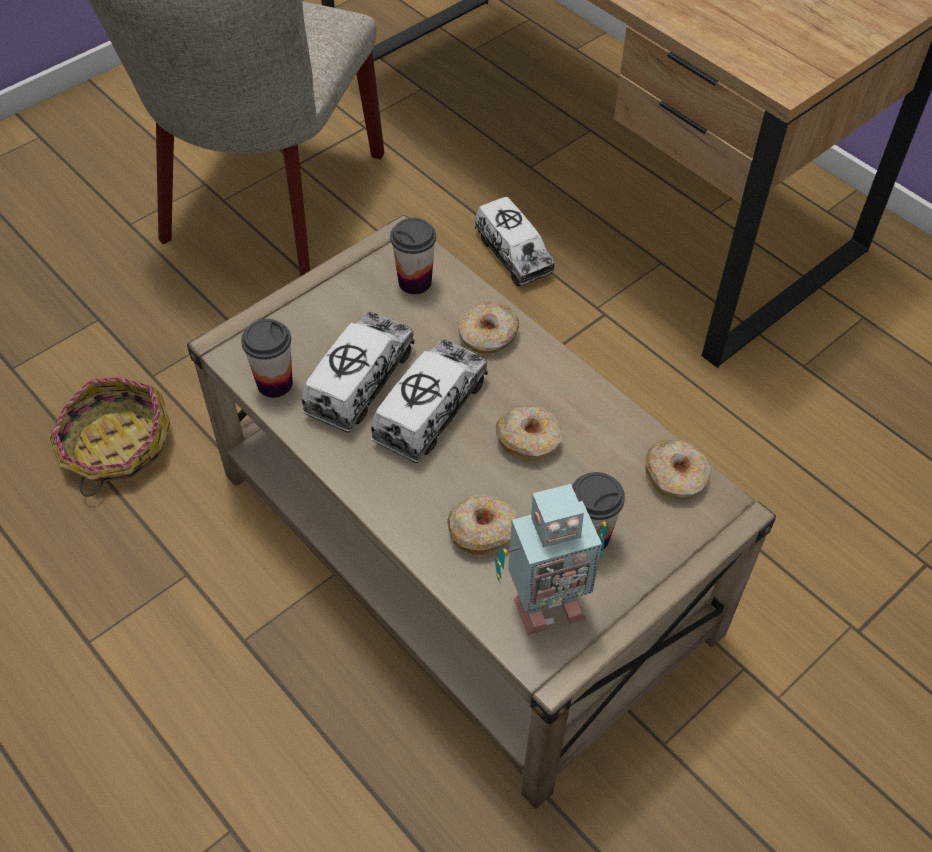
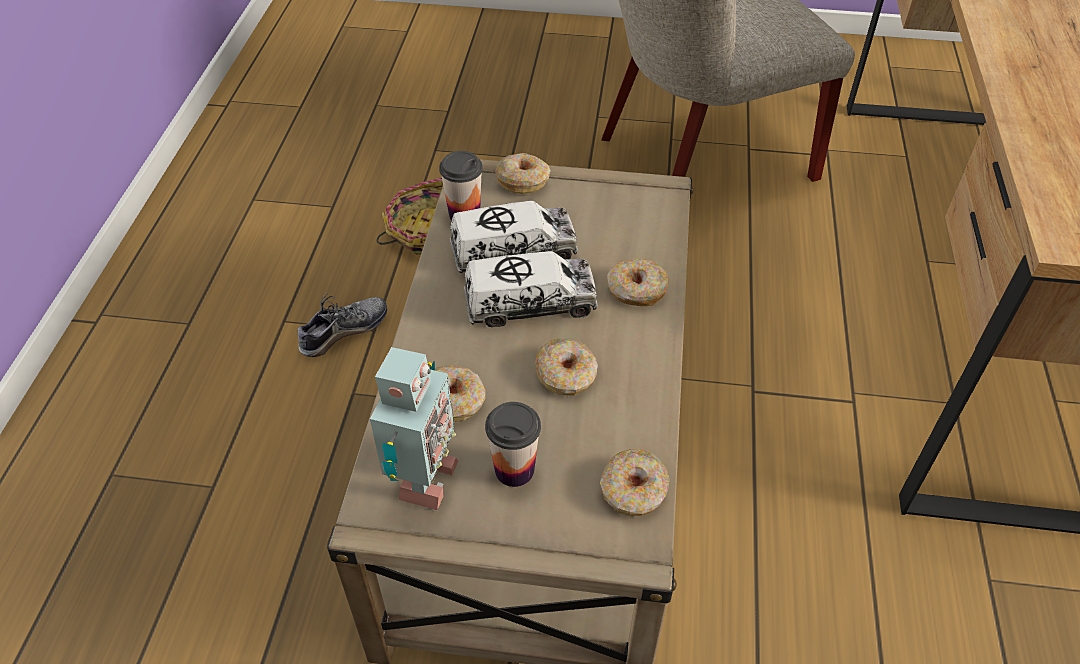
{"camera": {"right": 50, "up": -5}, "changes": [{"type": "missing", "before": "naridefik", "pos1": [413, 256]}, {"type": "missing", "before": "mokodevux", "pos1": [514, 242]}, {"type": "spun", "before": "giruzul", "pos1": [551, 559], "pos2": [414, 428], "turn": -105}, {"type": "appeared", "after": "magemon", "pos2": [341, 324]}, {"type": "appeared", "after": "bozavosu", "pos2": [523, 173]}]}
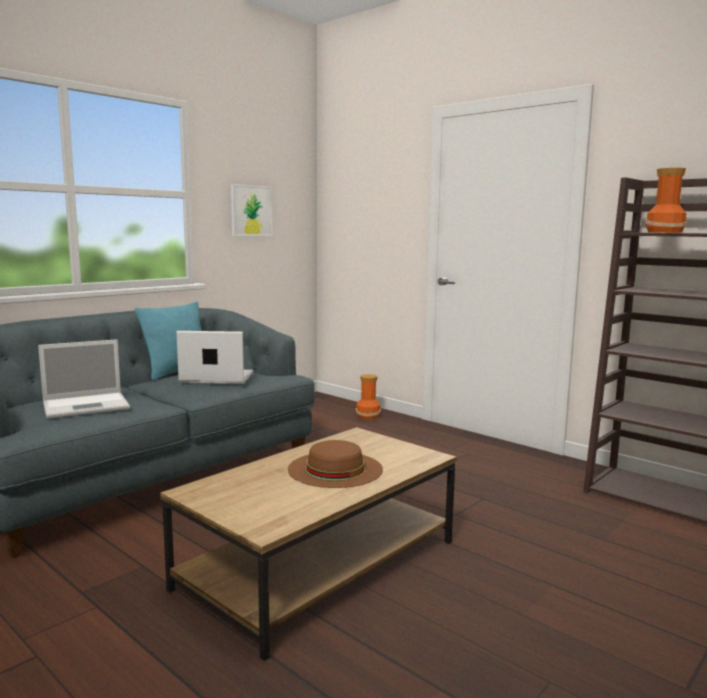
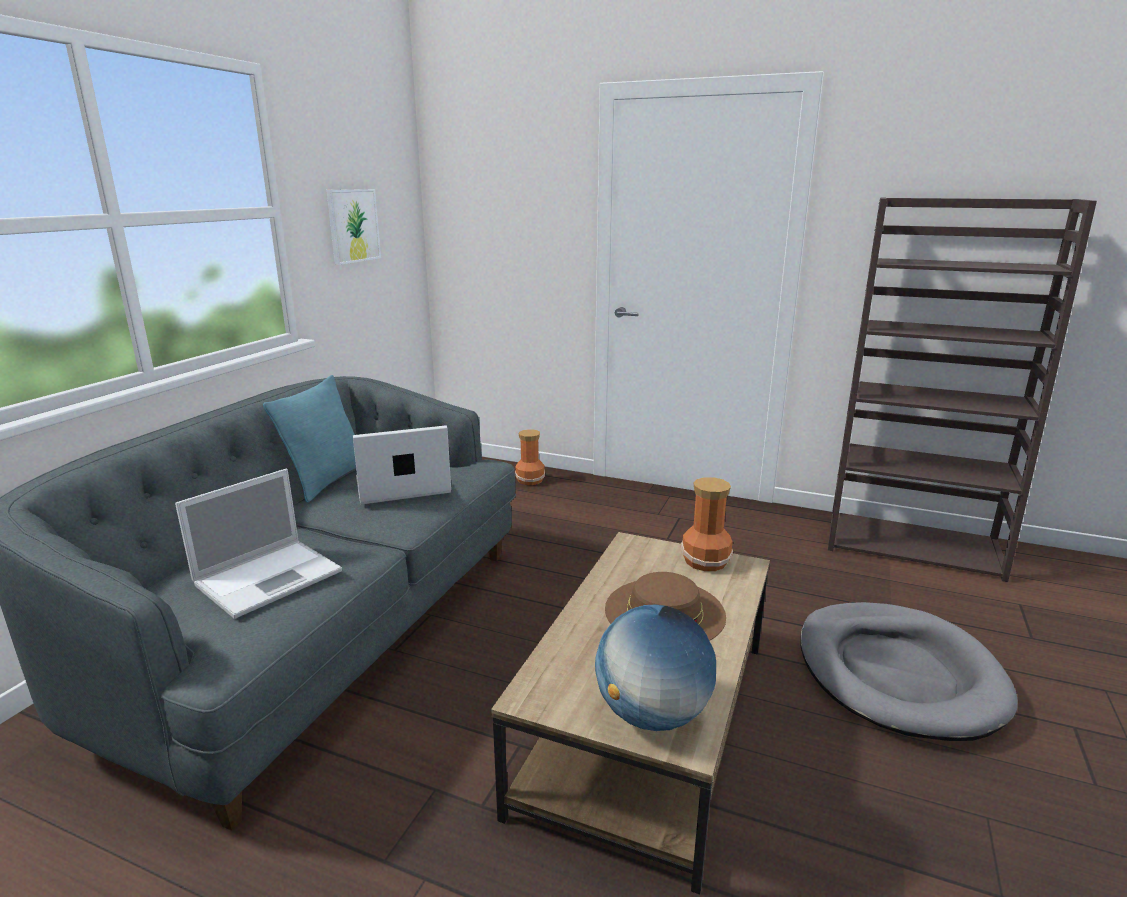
{"camera": {"right": -20, "up": 10}, "changes": [{"type": "relocated", "before": "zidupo", "pos1": [666, 200], "pos2": [707, 524]}, {"type": "appeared", "after": "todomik", "pos2": [655, 667]}, {"type": "appeared", "after": "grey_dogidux", "pos2": [909, 671]}]}
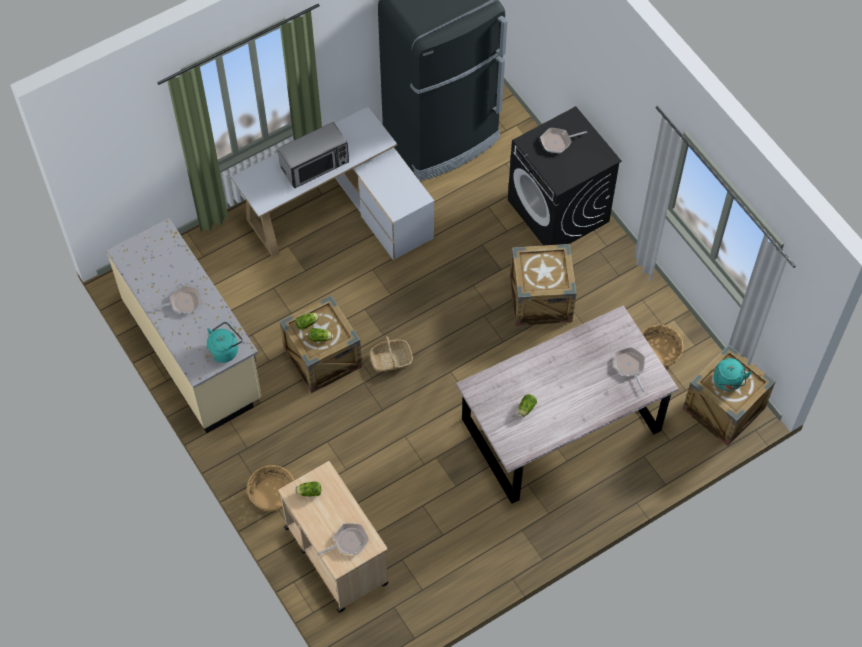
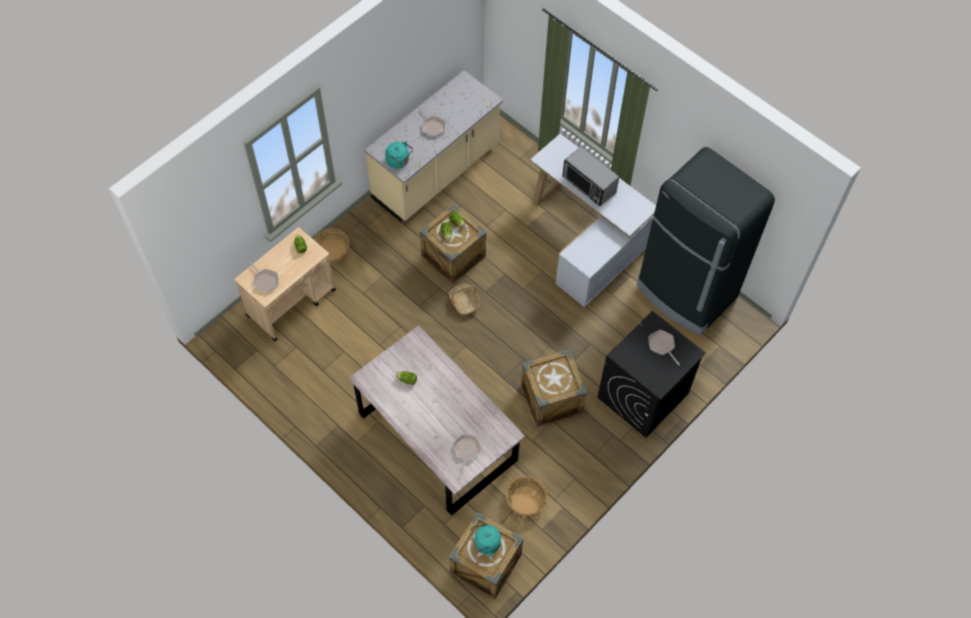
{"camera": {"right": 75, "up": 0}, "changes": [{"type": "spun", "before": "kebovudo", "pos1": [629, 369], "pos2": [467, 455], "turn": -45}]}
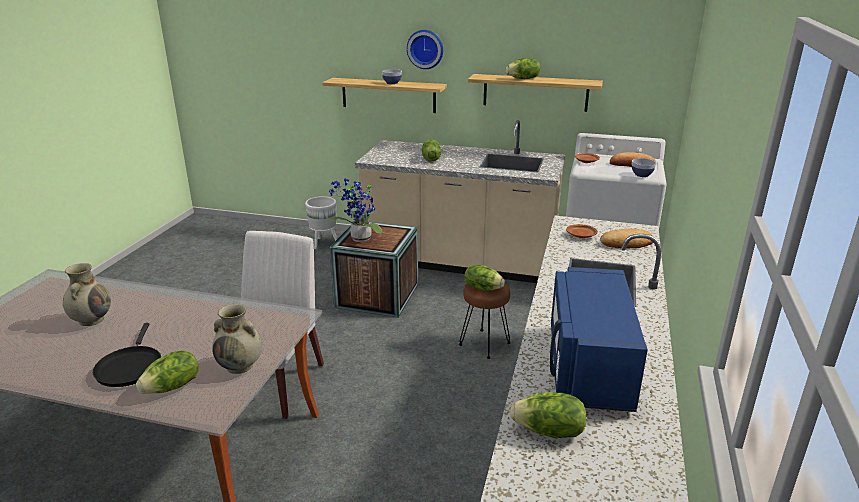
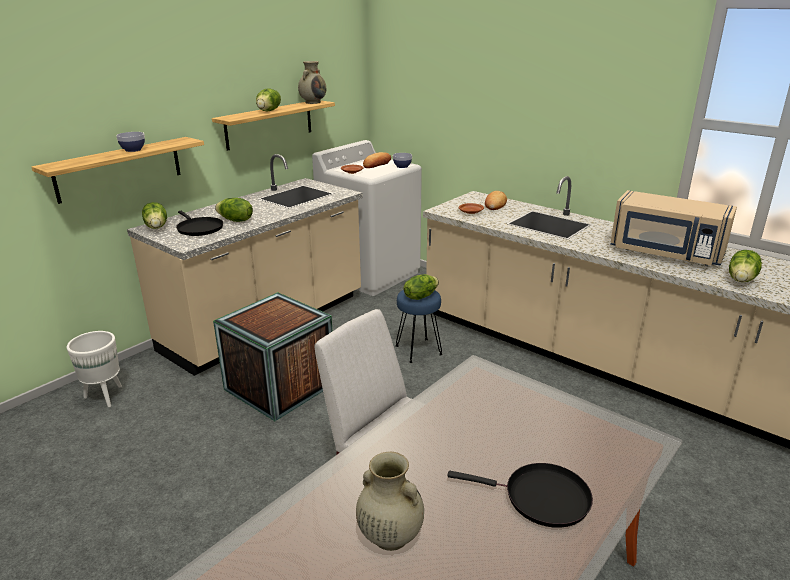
{"camera": {"right": -65, "up": 0}, "changes": [{"type": "relocated", "before": "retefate", "pos1": [167, 372], "pos2": [154, 215]}, {"type": "relocated", "before": "beige_zidupo", "pos1": [237, 339], "pos2": [312, 82]}, {"type": "missing", "before": "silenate", "pos1": [356, 210]}, {"type": "missing", "before": "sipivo", "pos1": [425, 49]}, {"type": "colour", "before": "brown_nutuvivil", "after": "blue_nutuvivil", "pos1": [485, 321], "pos2": [419, 326]}, {"type": "colour", "before": "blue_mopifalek", "after": "beige_mopifalek", "pos1": [599, 339], "pos2": [673, 228]}, {"type": "appeared", "after": "black_kebovudo", "pos2": [199, 223]}]}
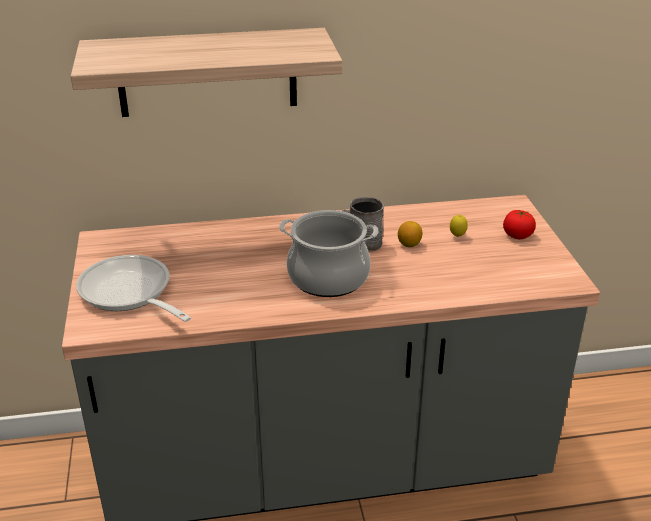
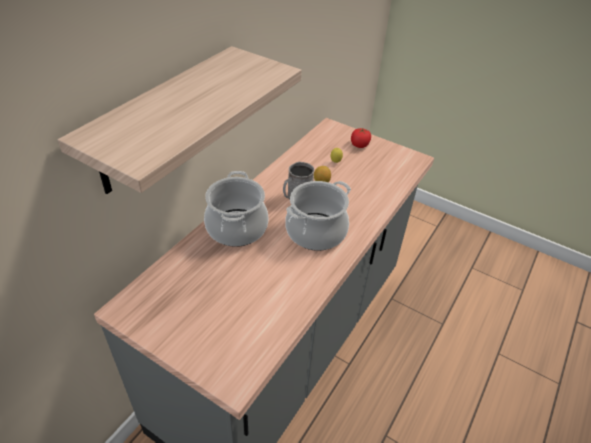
{"camera": {"right": -50, "up": 10}, "changes": [{"type": "missing", "before": "kebovudo", "pos1": [133, 288]}, {"type": "appeared", "after": "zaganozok", "pos2": [236, 209]}]}
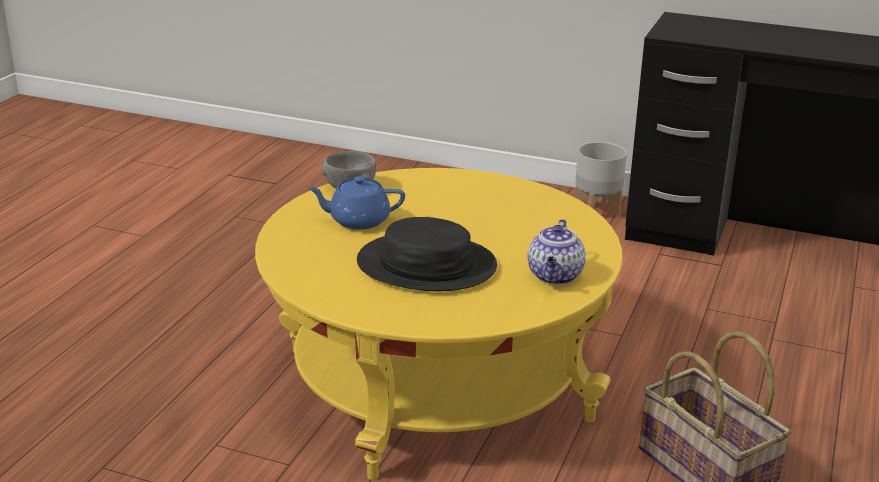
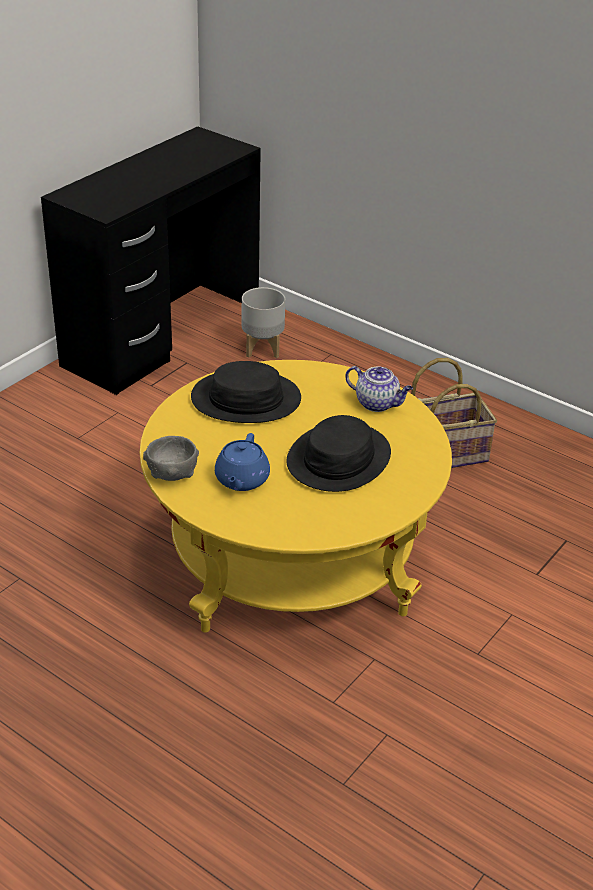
{"camera": {"right": -75, "up": 10}, "changes": [{"type": "relocated", "before": "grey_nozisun", "pos1": [601, 179], "pos2": [263, 322]}, {"type": "appeared", "after": "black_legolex", "pos2": [246, 392]}]}
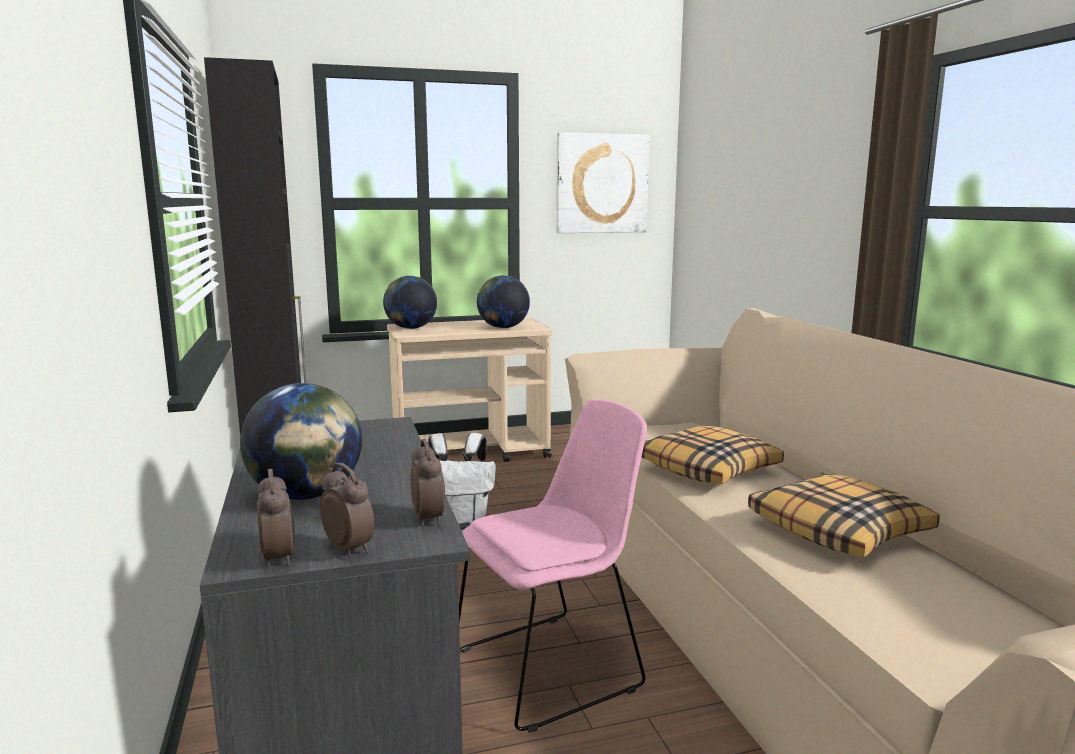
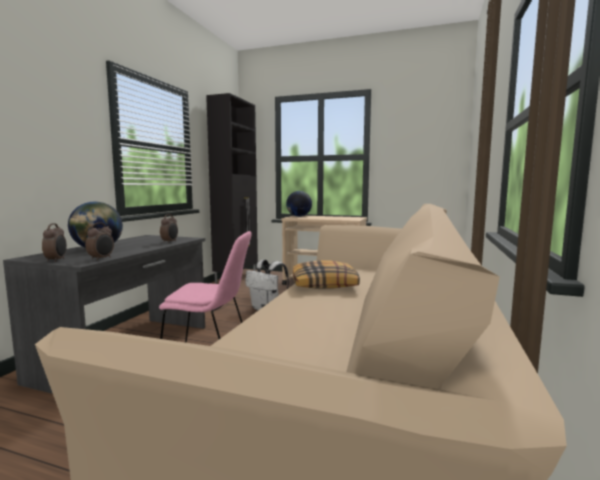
{"camera": {"right": 35, "up": -5}, "changes": [{"type": "relocated", "before": "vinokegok", "pos1": [276, 518], "pos2": [169, 228]}, {"type": "missing", "before": "todomik", "pos1": [503, 301]}, {"type": "missing", "before": "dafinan", "pos1": [603, 182]}, {"type": "missing", "before": "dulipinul", "pos1": [844, 515]}]}
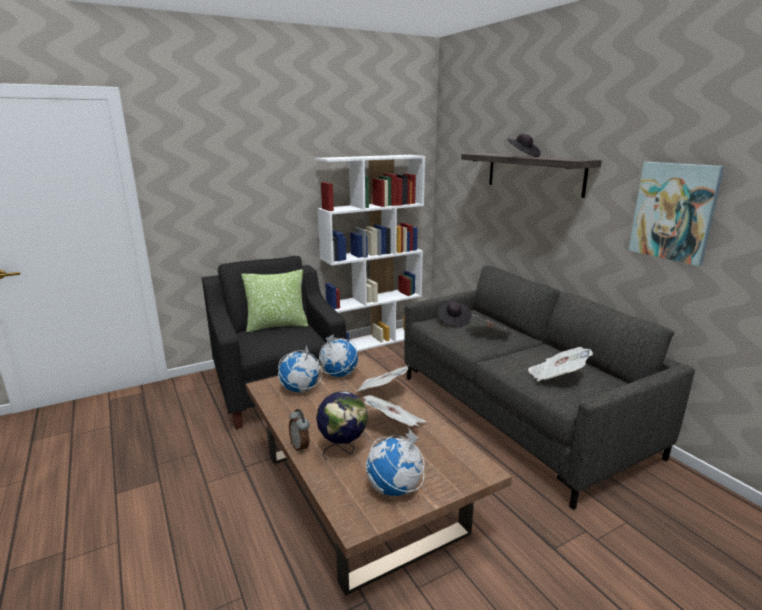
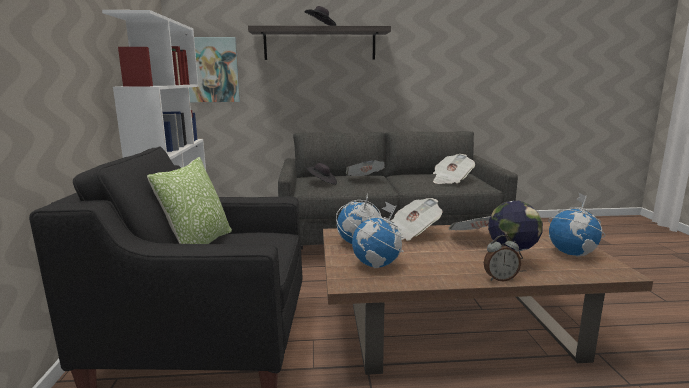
{"camera": {"right": -65, "up": -5}, "changes": [{"type": "relocated", "before": "dafinan", "pos1": [677, 214], "pos2": [214, 69]}]}
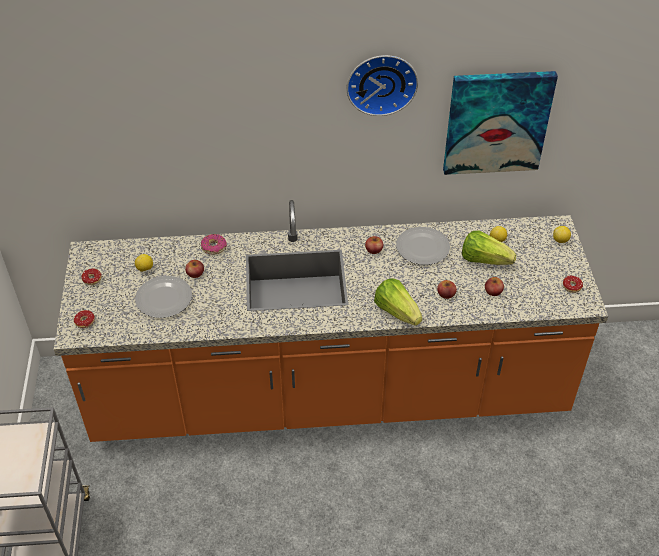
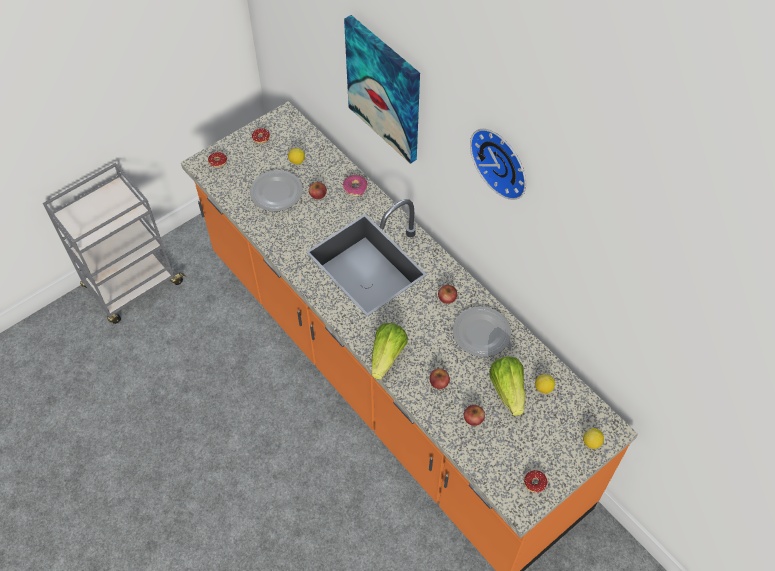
{"camera": {"right": 55, "up": 10}, "changes": [{"type": "relocated", "before": "dafinan", "pos1": [500, 123], "pos2": [382, 89]}]}
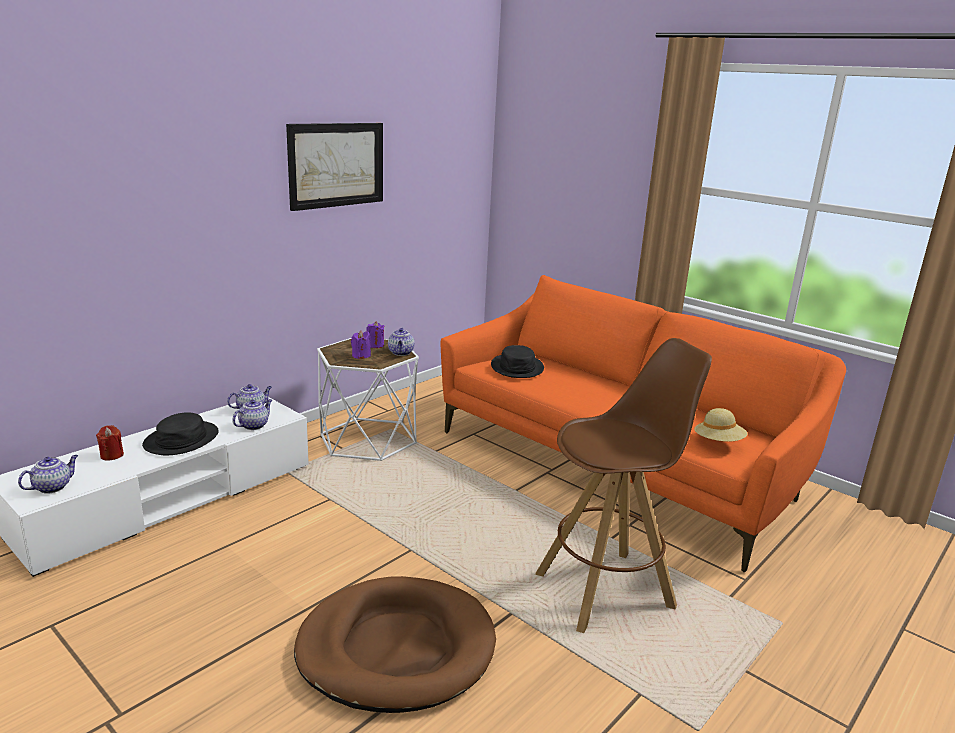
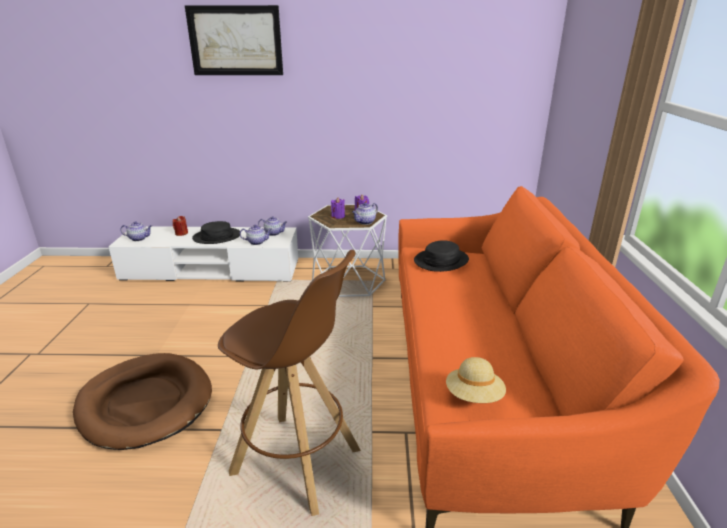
{"camera": {"right": 50, "up": 5}, "changes": [{"type": "relocated", "before": "dafinan", "pos1": [334, 167], "pos2": [234, 40]}]}
